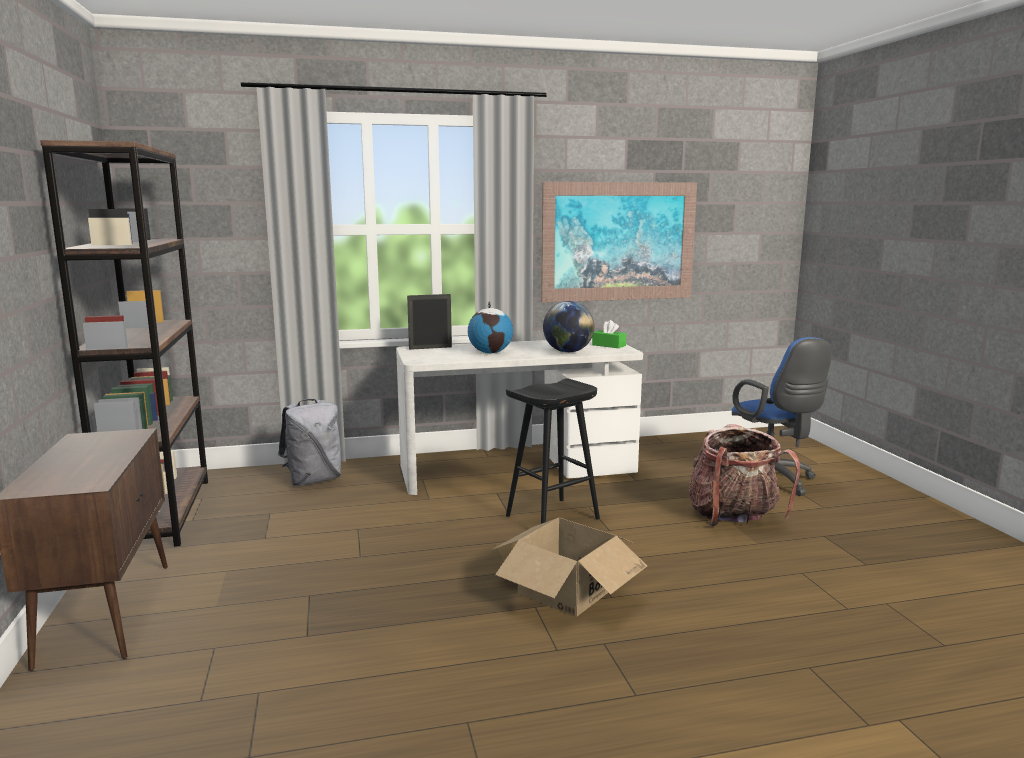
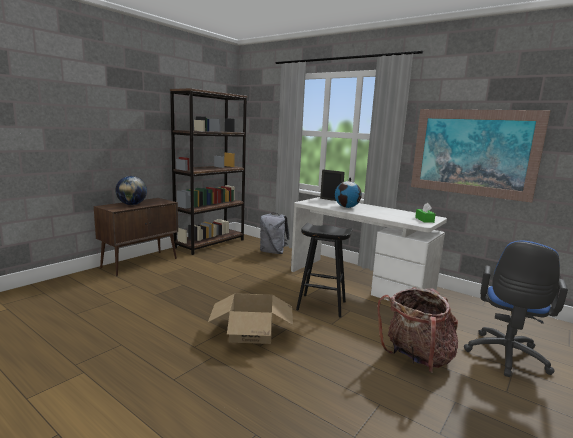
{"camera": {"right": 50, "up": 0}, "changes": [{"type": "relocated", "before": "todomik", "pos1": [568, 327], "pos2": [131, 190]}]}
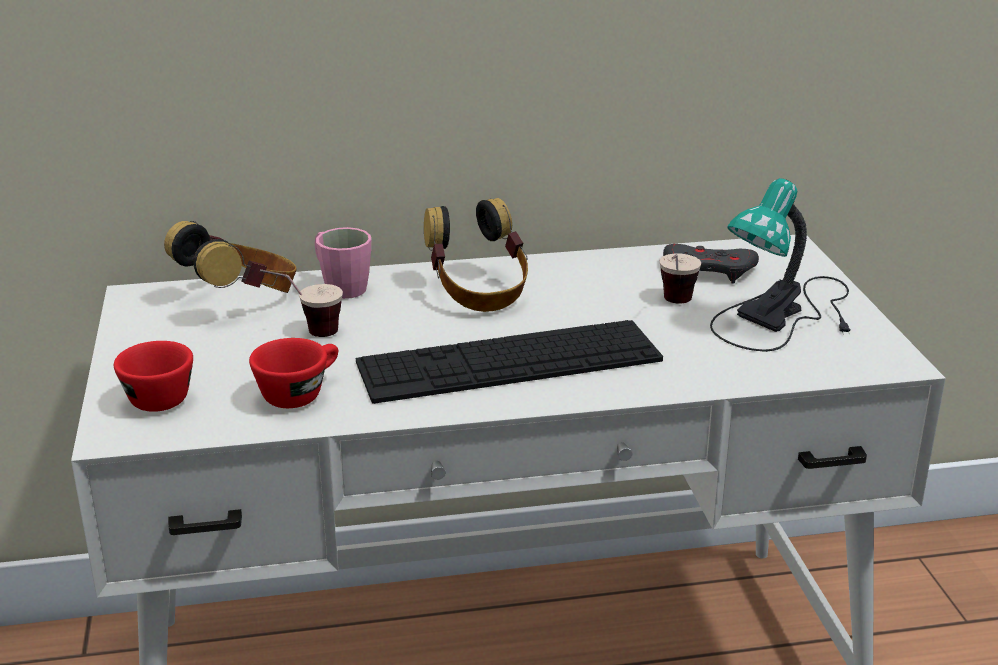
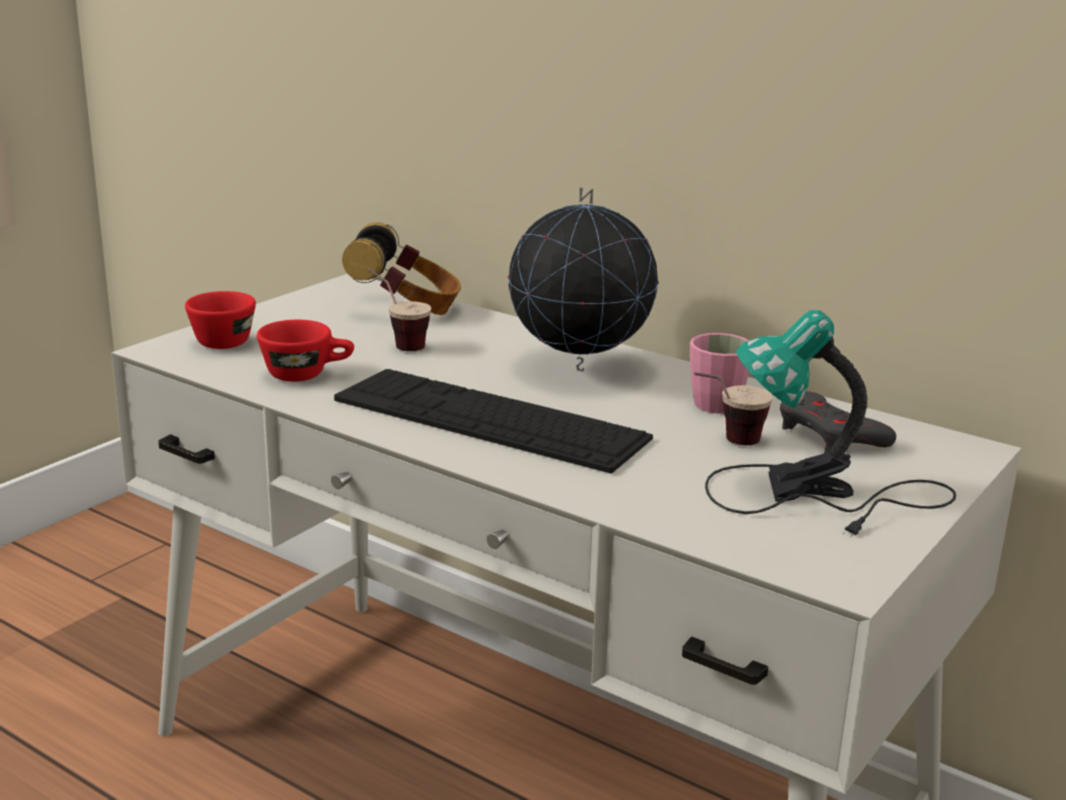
{"camera": {"right": 45, "up": -5}, "changes": [{"type": "relocated", "before": "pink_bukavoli", "pos1": [343, 263], "pos2": [719, 373]}, {"type": "exchanged", "before": "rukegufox", "after": "todomik", "pos1": [476, 255], "pos2": [583, 279]}]}
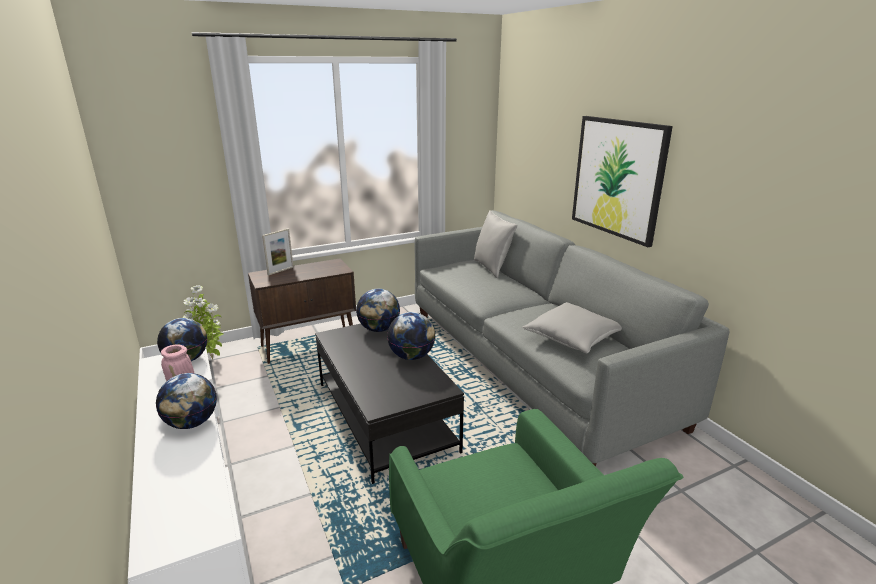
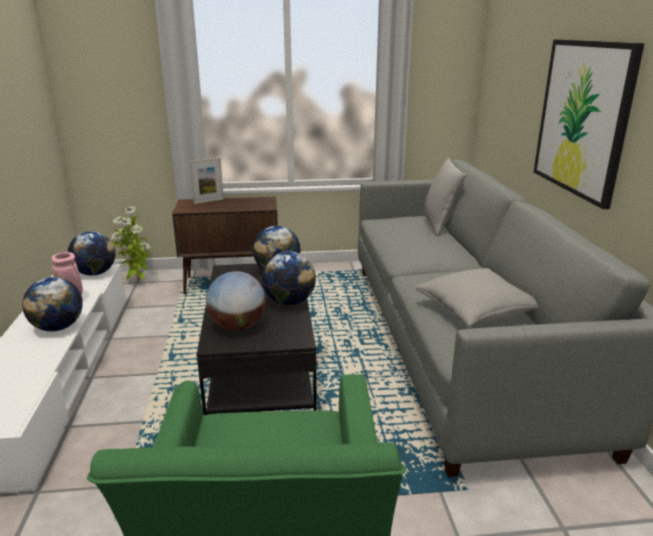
{"camera": {"right": 20, "up": 0}, "changes": [{"type": "appeared", "after": "todomik", "pos2": [235, 300]}]}
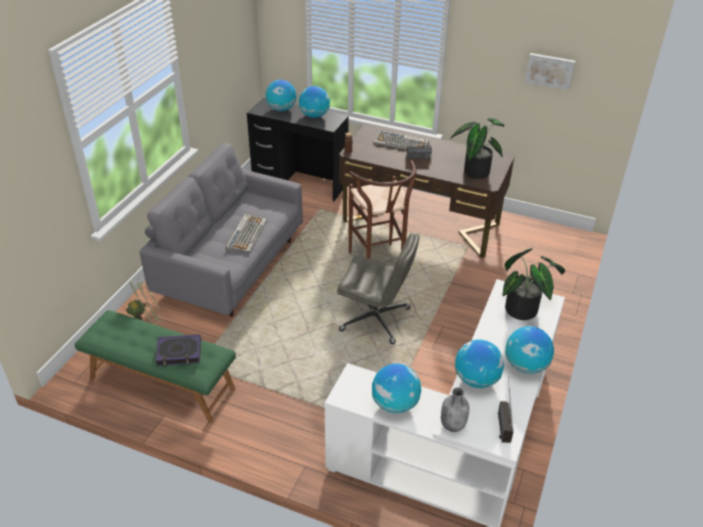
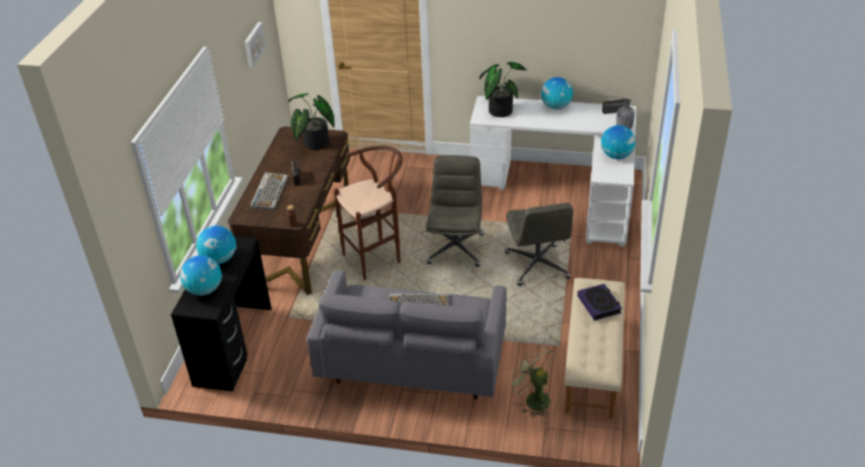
{"camera": {"right": -100, "up": 0}, "changes": [{"type": "colour", "before": "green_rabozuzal", "after": "beige_rabozuzal", "pos1": [155, 366], "pos2": [594, 348]}, {"type": "missing", "before": "todomik", "pos1": [479, 364]}, {"type": "appeared", "after": "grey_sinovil", "pos2": [539, 244]}]}
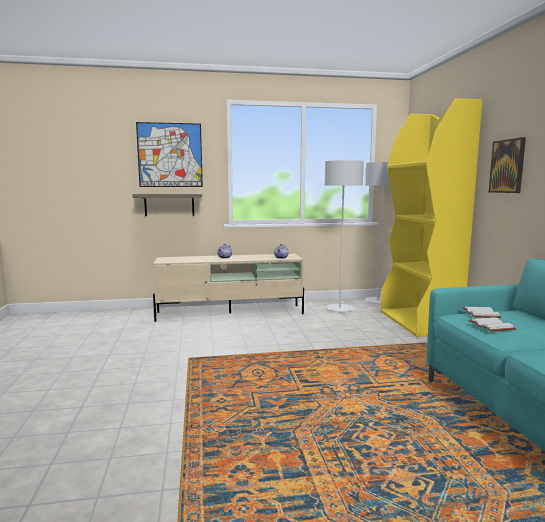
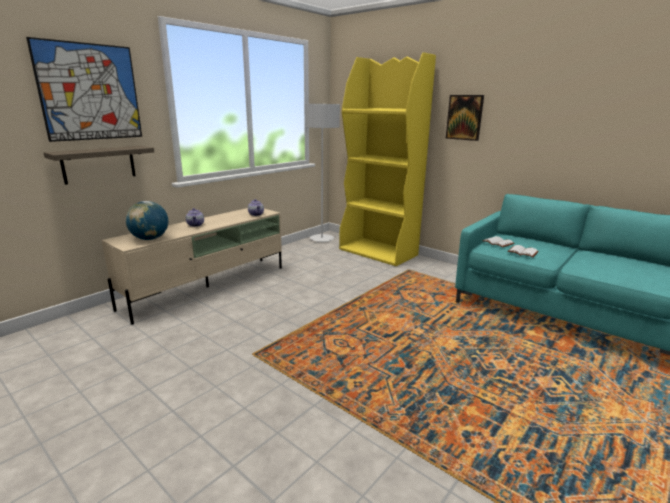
{"camera": {"right": -40, "up": 10}, "changes": [{"type": "missing", "before": "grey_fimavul", "pos1": [344, 236]}, {"type": "appeared", "after": "todomik", "pos2": [147, 220]}]}
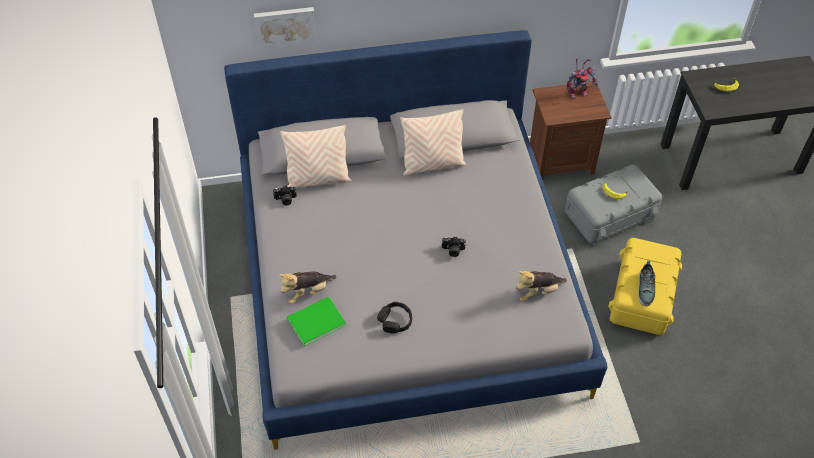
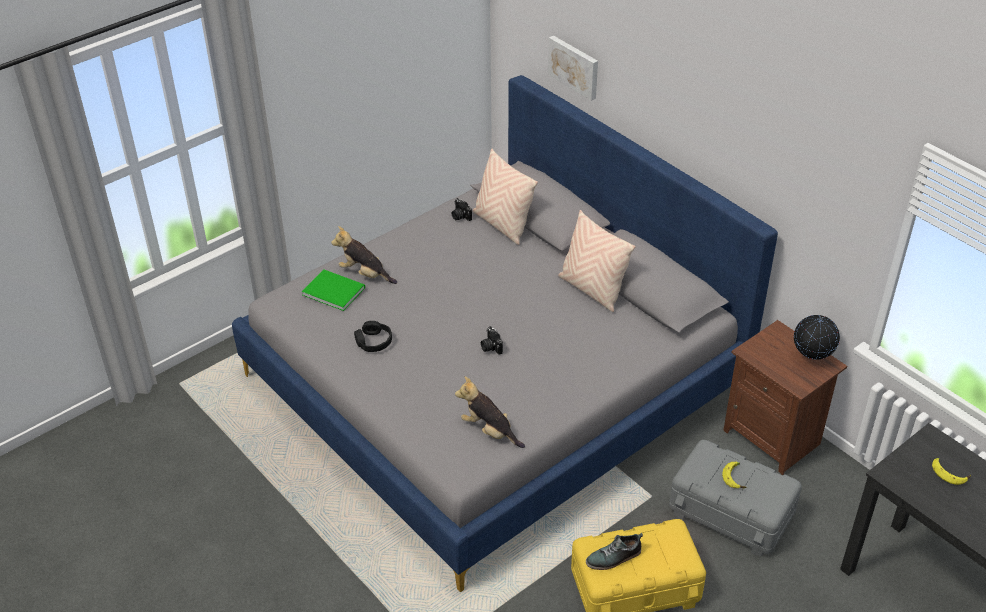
{"camera": {"right": 60, "up": -10}, "changes": [{"type": "exchanged", "before": "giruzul", "after": "todomik", "pos1": [582, 78], "pos2": [817, 337]}]}
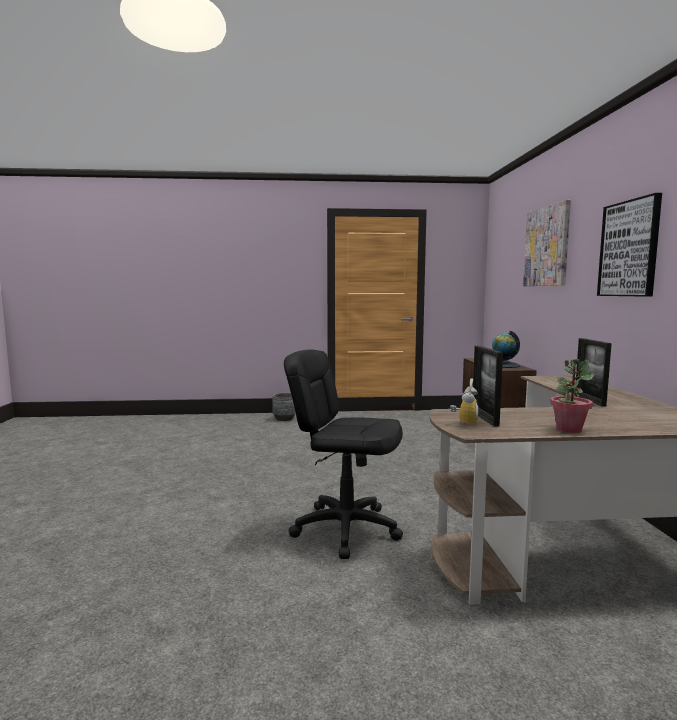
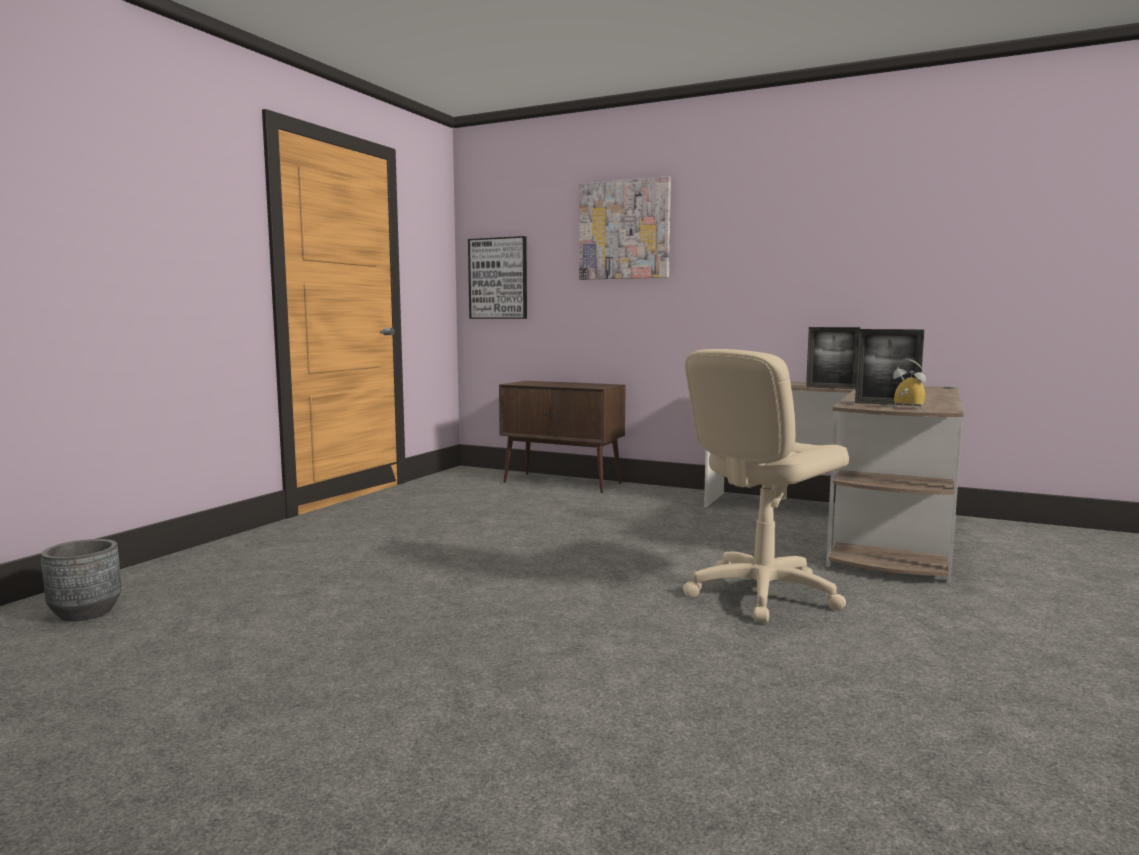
{"camera": {"right": -60, "up": 0}, "changes": [{"type": "relocated", "before": "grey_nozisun", "pos1": [284, 407], "pos2": [81, 580]}, {"type": "colour", "before": "black_sinovil", "after": "beige_sinovil", "pos1": [343, 454], "pos2": [766, 486]}, {"type": "missing", "before": "todomik", "pos1": [506, 349]}, {"type": "missing", "before": "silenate", "pos1": [572, 396]}, {"type": "relocated", "before": "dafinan", "pos1": [629, 245], "pos2": [497, 277]}]}
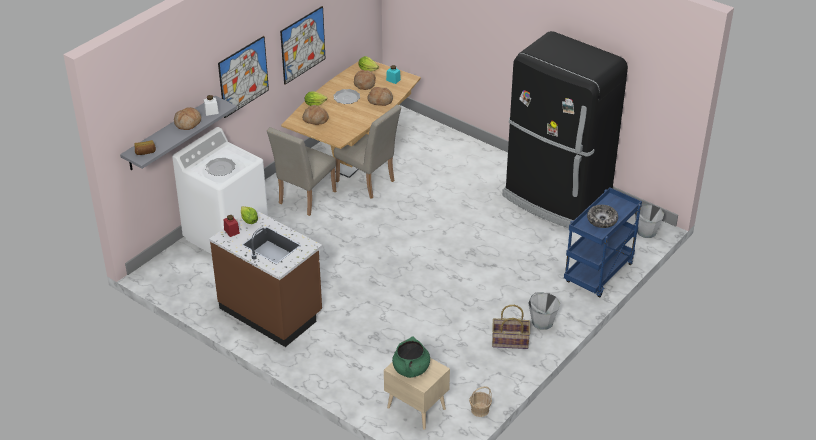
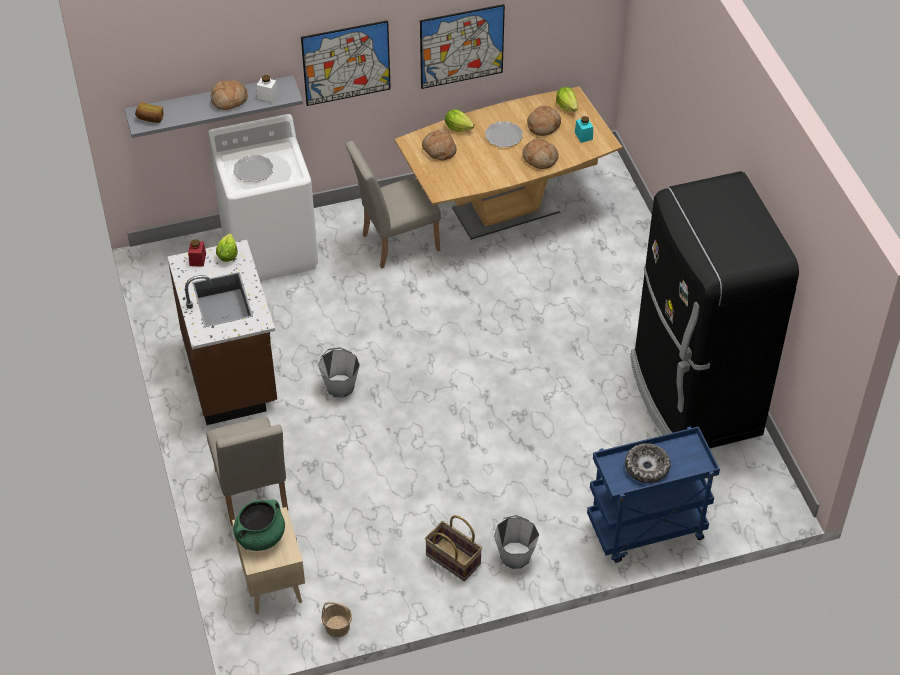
{"camera": {"right": 35, "up": 10}, "changes": [{"type": "relocated", "before": "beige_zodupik", "pos1": [367, 151], "pos2": [247, 471]}, {"type": "relocated", "before": "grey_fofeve", "pos1": [649, 221], "pos2": [339, 372]}]}
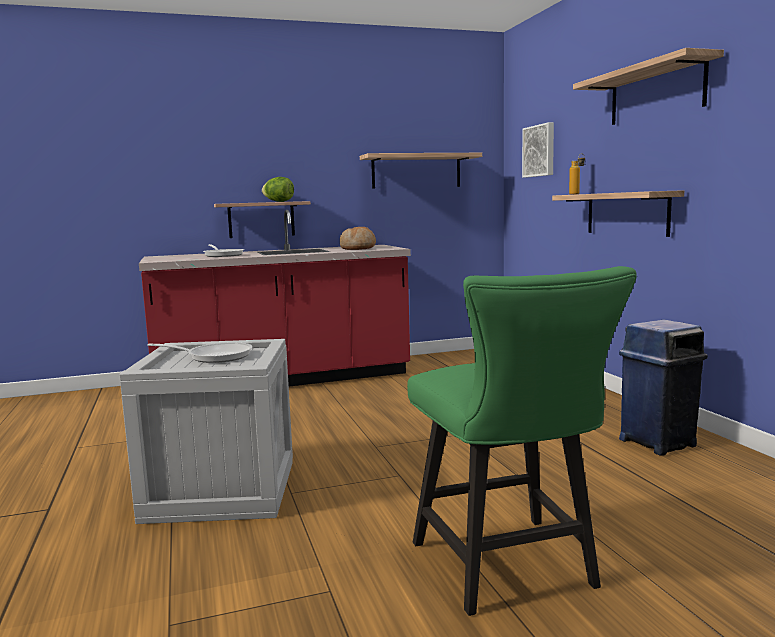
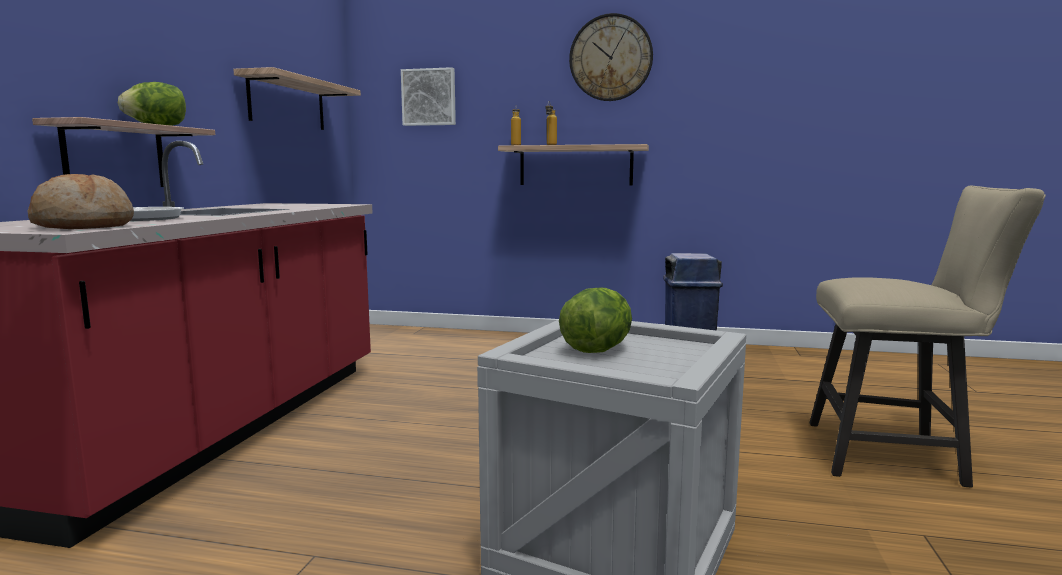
{"camera": {"right": -60, "up": 0}, "changes": [{"type": "exchanged", "before": "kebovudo", "after": "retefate", "pos1": [199, 352], "pos2": [595, 320]}, {"type": "relocated", "before": "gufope", "pos1": [358, 238], "pos2": [81, 201]}, {"type": "colour", "before": "green_zodupik", "after": "beige_zodupik", "pos1": [522, 441], "pos2": [928, 337]}, {"type": "exchanged", "before": "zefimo", "after": "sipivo", "pos1": [648, 86], "pos2": [611, 57]}, {"type": "appeared", "after": "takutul", "pos2": [551, 123]}]}
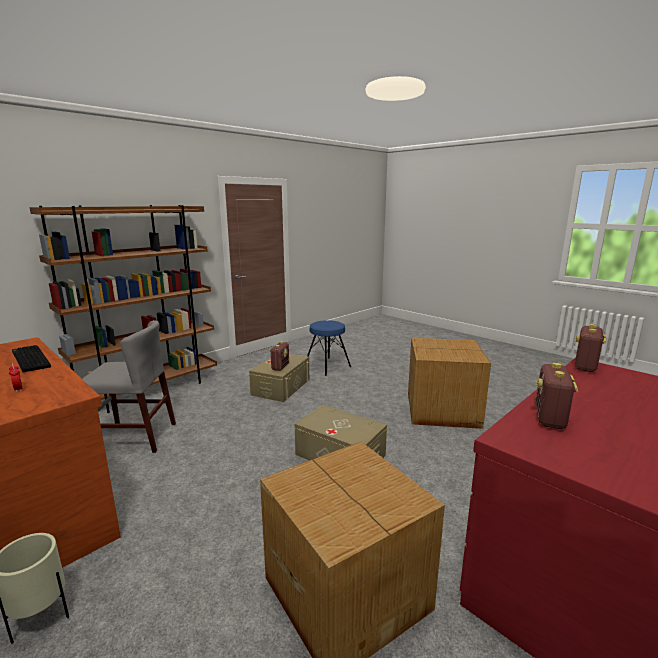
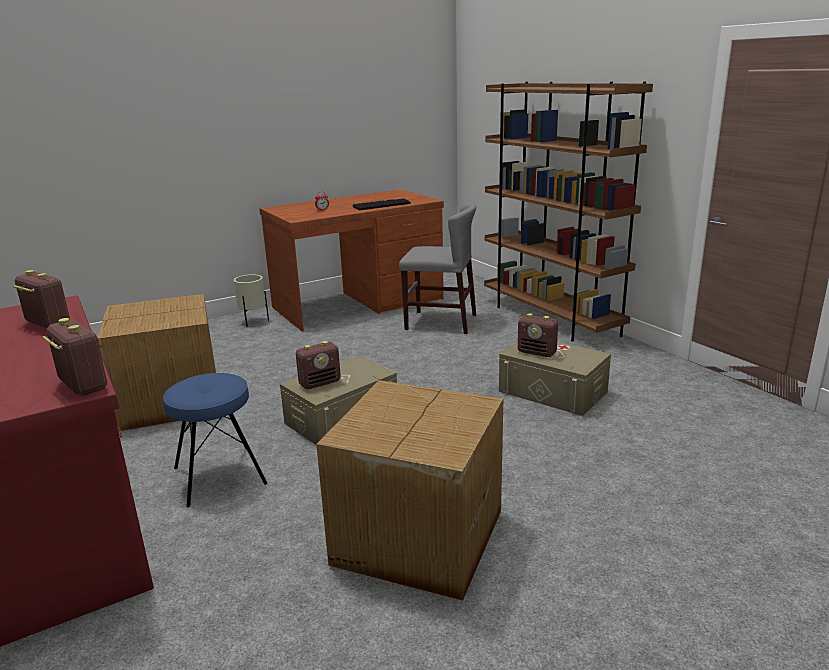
{"camera": {"right": 105, "up": 5}, "changes": [{"type": "spun", "before": "grey_zodupik", "pos1": [129, 386], "pos2": [437, 269], "turn": -90}, {"type": "relocated", "before": "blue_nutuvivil", "pos1": [329, 348], "pos2": [215, 440]}, {"type": "appeared", "after": "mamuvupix", "pos2": [318, 365]}]}
